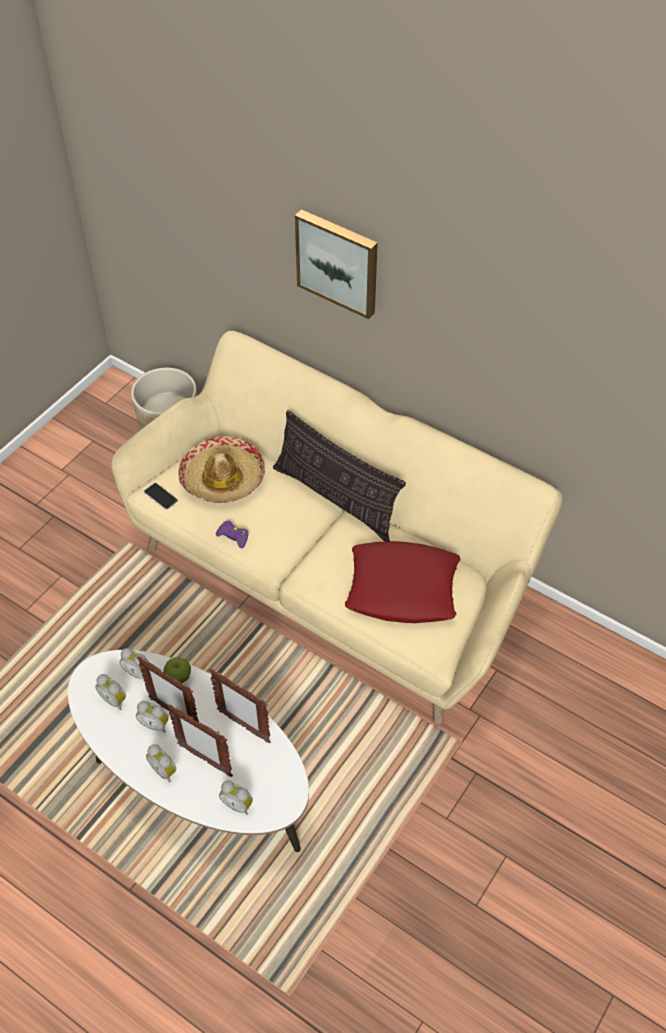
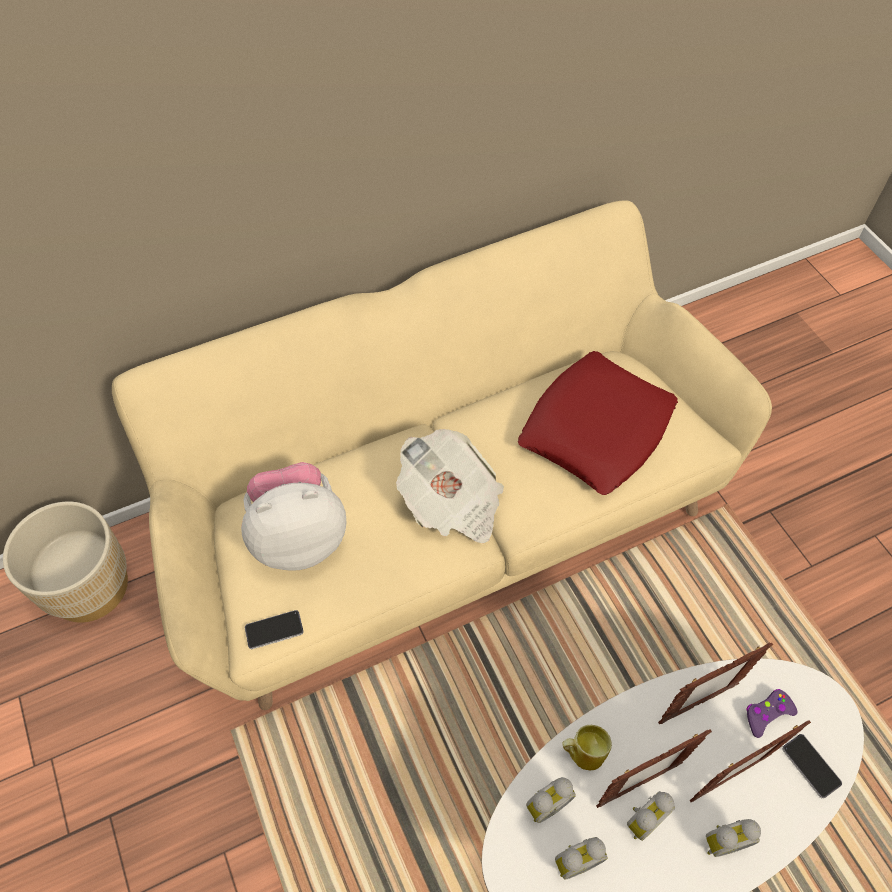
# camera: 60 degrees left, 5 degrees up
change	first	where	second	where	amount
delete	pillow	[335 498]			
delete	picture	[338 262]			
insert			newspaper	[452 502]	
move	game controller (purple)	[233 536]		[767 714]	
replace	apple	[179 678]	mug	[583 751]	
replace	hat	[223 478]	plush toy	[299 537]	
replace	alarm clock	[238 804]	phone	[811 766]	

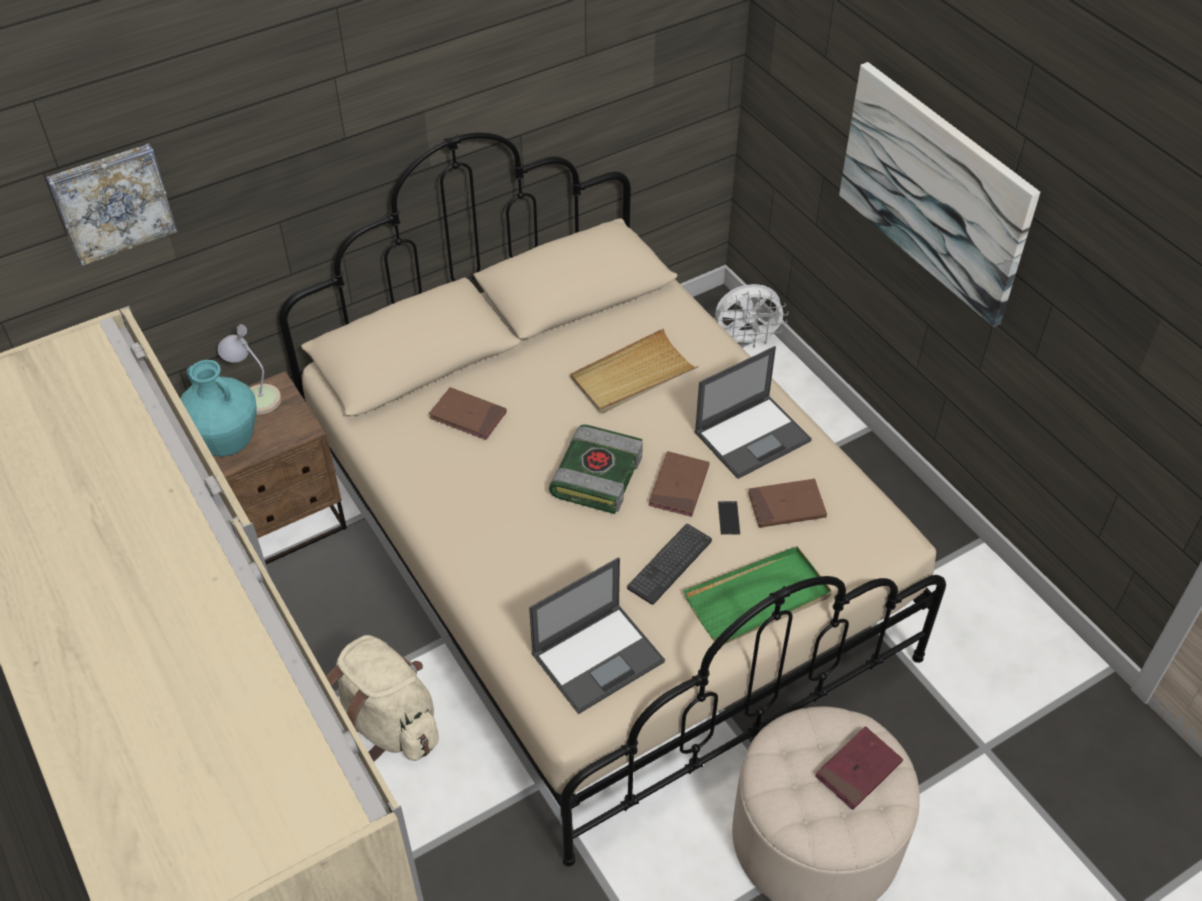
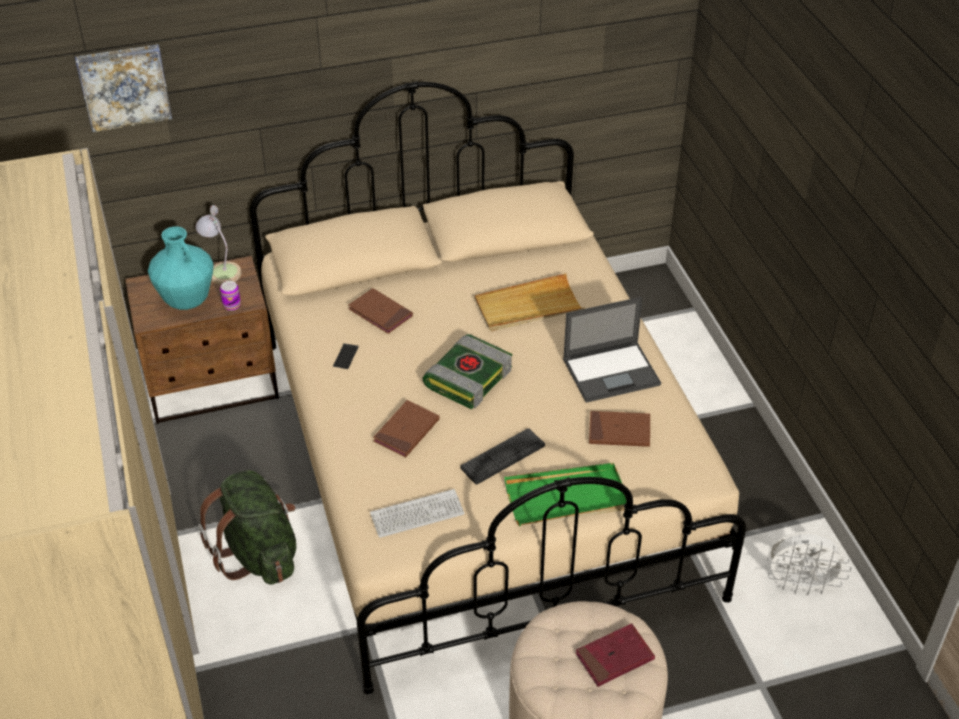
# camera: 15 degrees right, 5 degrees down
change	first	where	second	where	amount
delete	picture	[934 191]			
insert			can	[232 305]	
move	book (brown)	[679 486]		[406 431]	
move	fan (white)	[746 340]		[801 585]	
move	phone	[728 518]		[345 356]	
replace	laptop	[599 657]	keyboard	[417 514]	
recolor	backpack (beige)	[387 725]	backpack (green)	[259 555]	

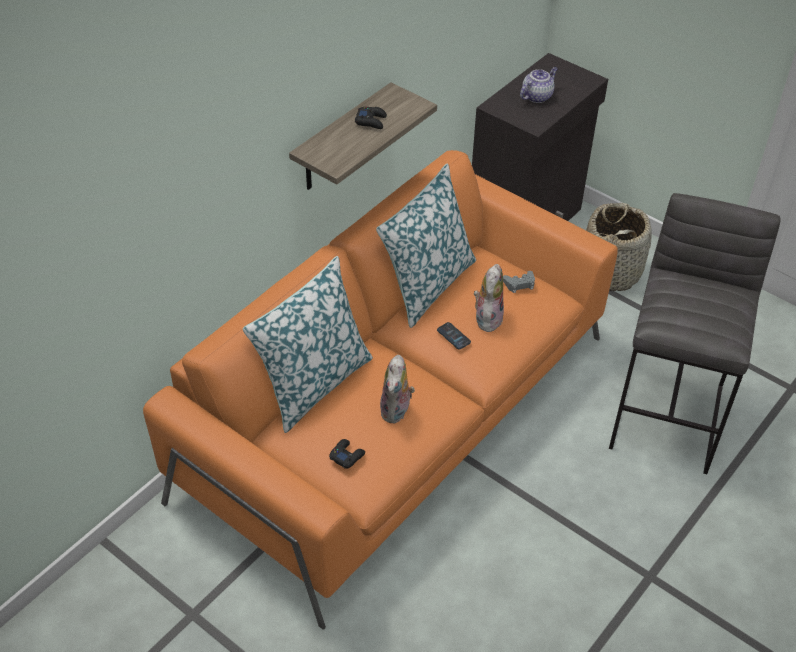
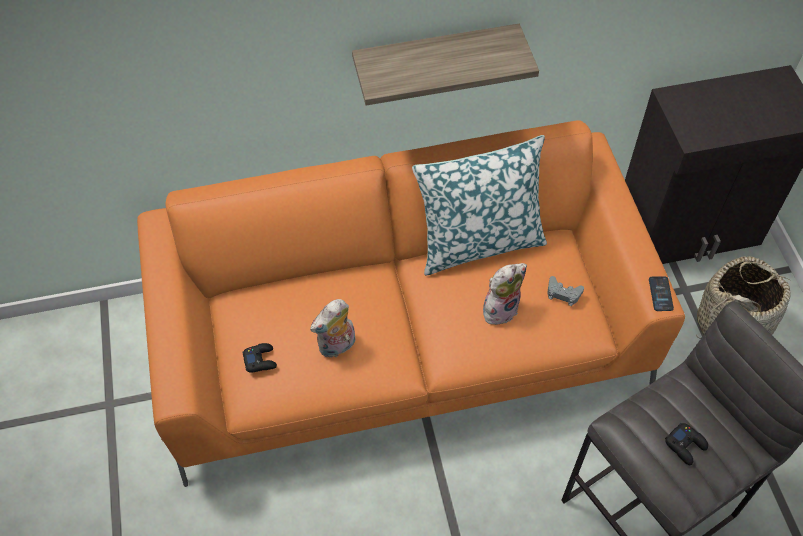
# camera: 40 degrees right, 10 degrees up
change	first	where	second	where	amount
delete	pillow	[313 383]			
delete	teapot	[537 96]			
move	game controller (black)	[371 121]		[685 445]	
move	phone	[453 336]		[660 294]	

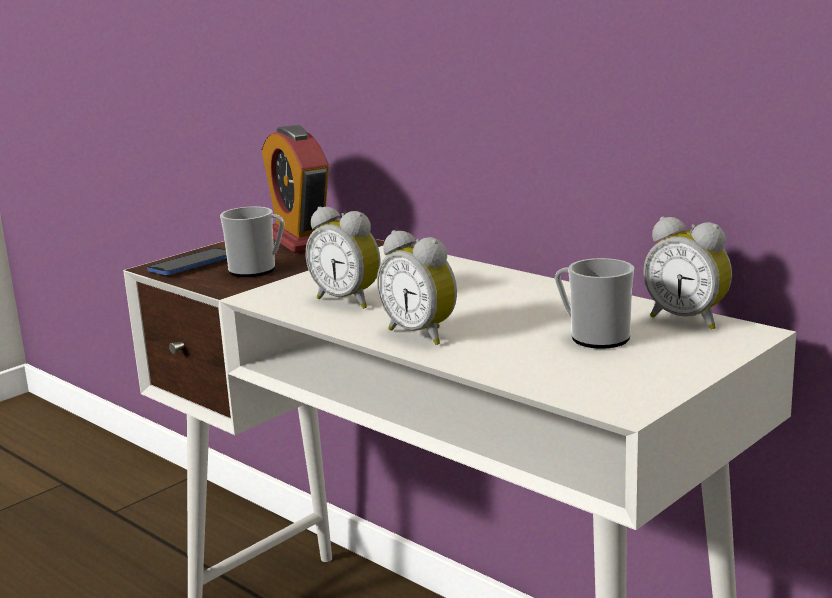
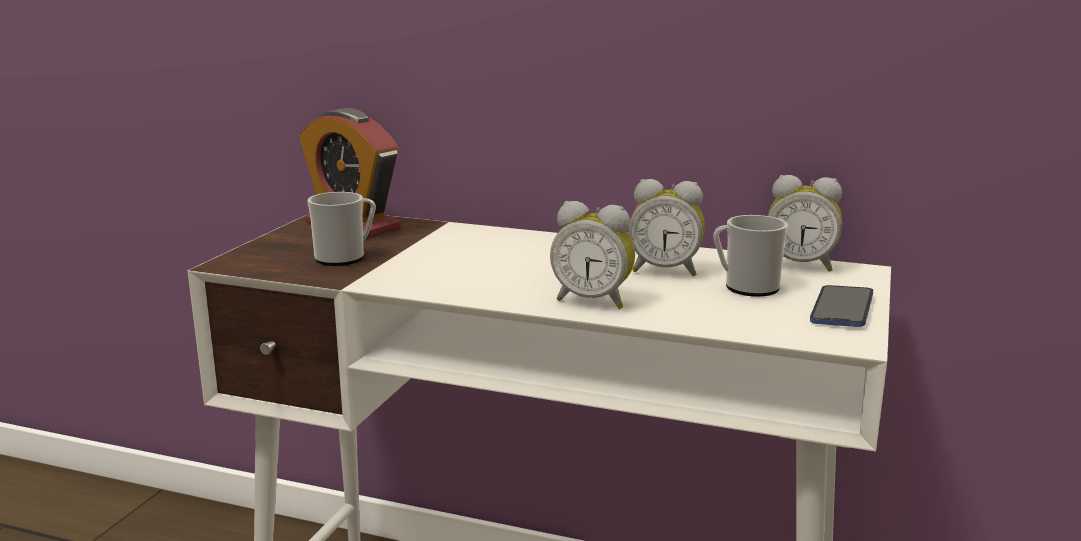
# camera: 25 degrees left, 0 degrees up
change	first	where	second	where	amount
move	phone	[192 264]		[842 309]	
move	alarm clock	[349 300]		[665 270]	

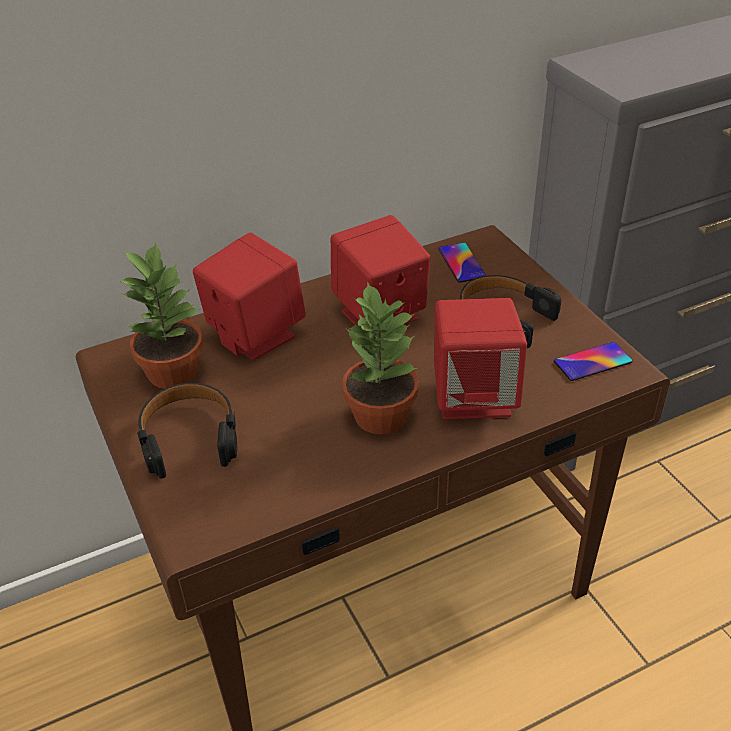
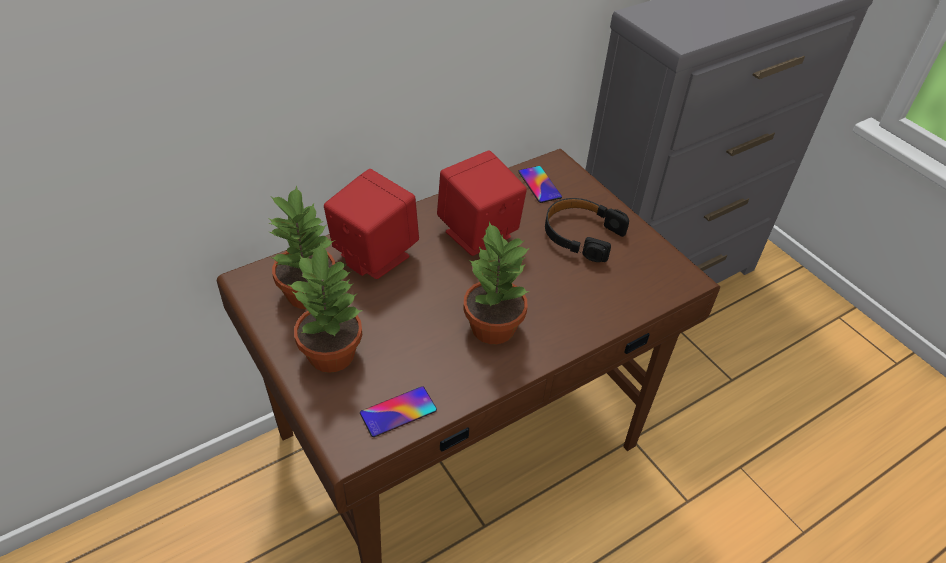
# camera: 10 degrees left, 5 degrees up
change	first	where	second	where	amount
delete	speaker (red)	[474 397]			
move	phone	[592 362]		[398 412]	
replace	headphones (black)	[189 437]	potted plant	[333 353]	

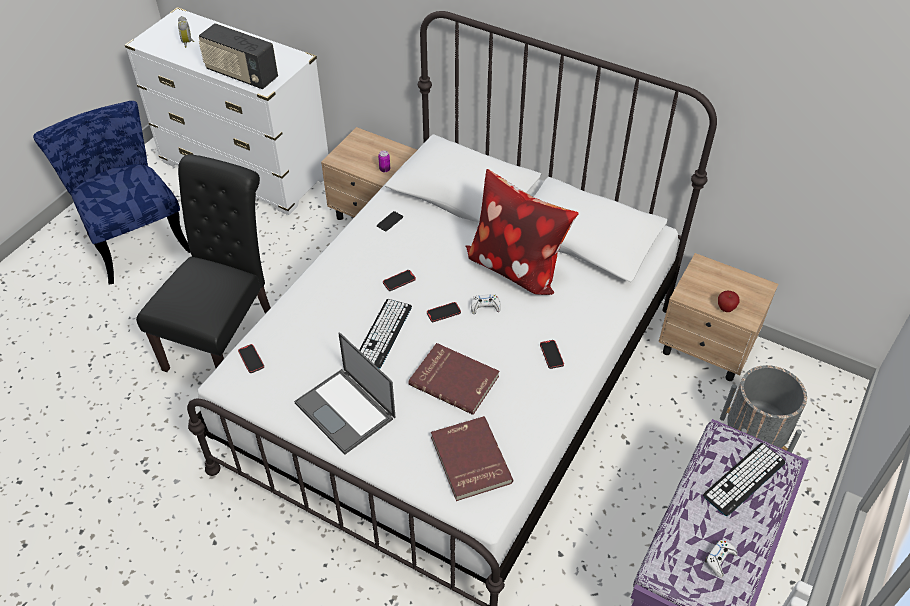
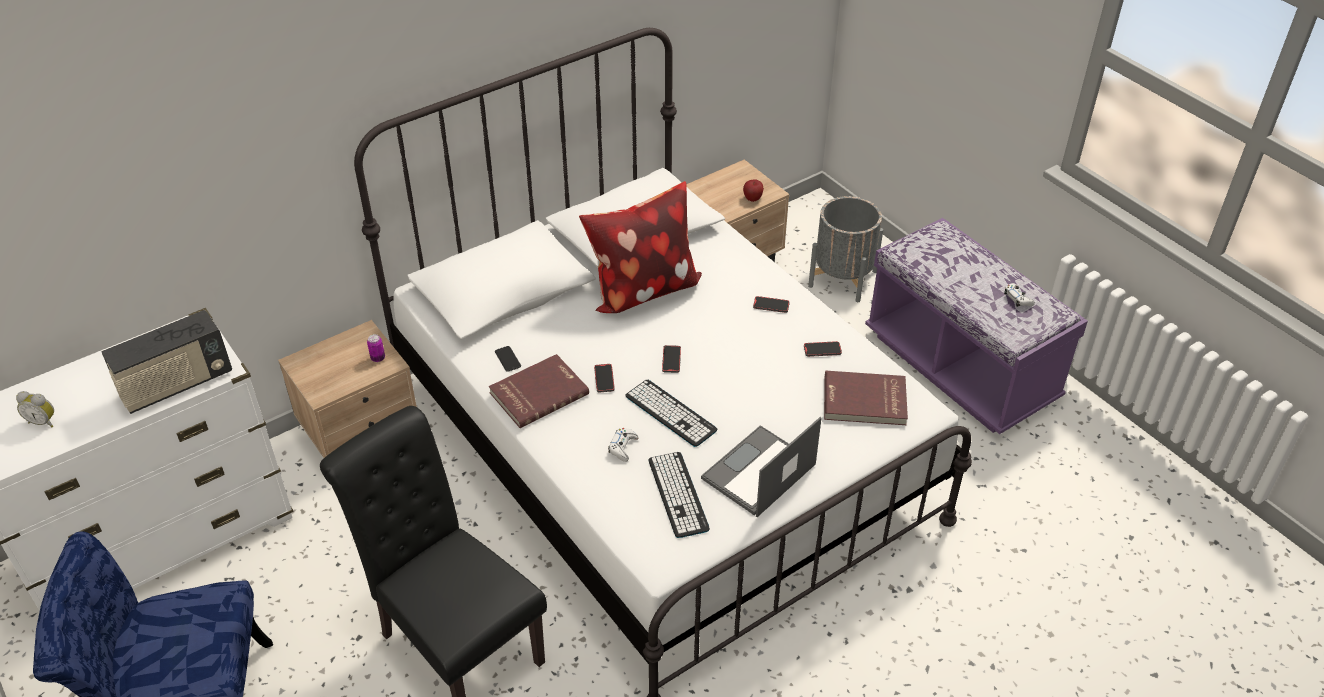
# camera: 65 degrees left, 5 degrees down
change	first	where	second	where	amount
move	phone	[251 359]		[822 350]	
move	book (red)	[455 379]		[538 393]	
move	game controller (white)	[485 307]		[623 447]	
move	keyboard	[744 479]		[678 494]	
rotate	laptop	[346 411]		[758 472]	150 degrees clockwise

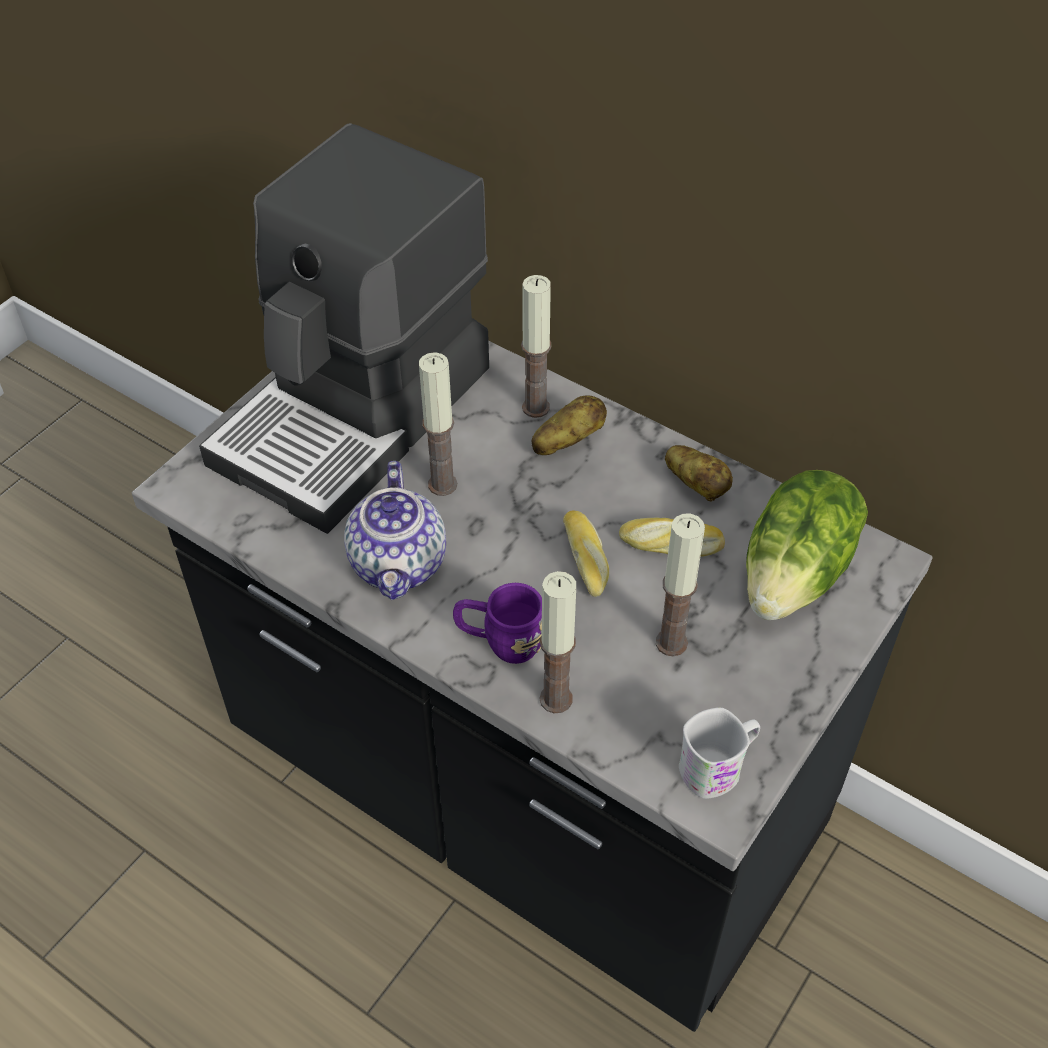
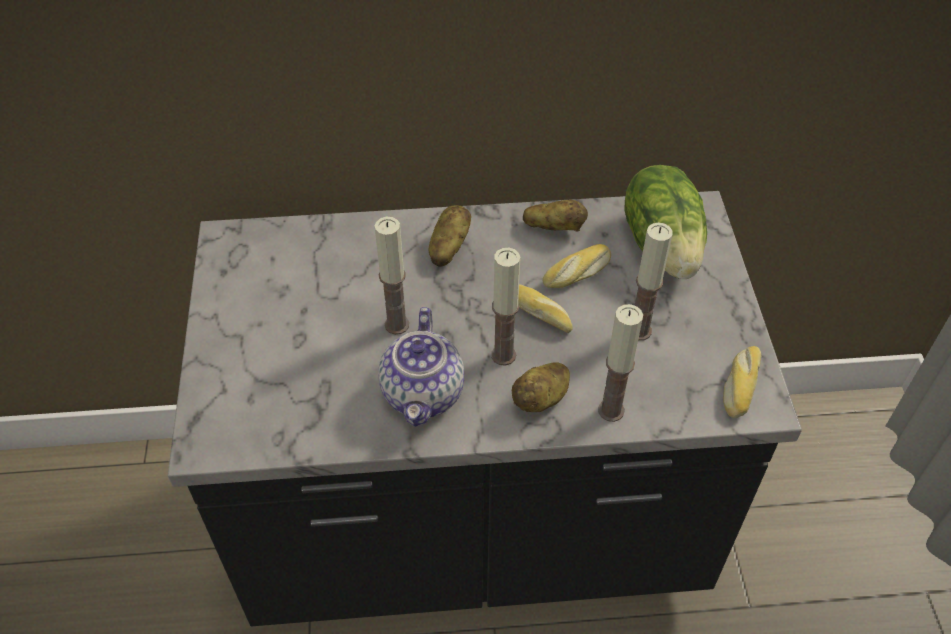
# camera: 40 degrees left, 0 degrees up
change	first	where	second	where	amount
delete	coffee machine	[357 415]			
move	candle	[535 407]		[503 355]	
replace	mug (purple)	[501 642]	potato	[541 399]	
replace	mug (white)	[718 768]	bread	[739 385]	
rotate	teapot	[400 564]		[424 394]	45 degrees clockwise

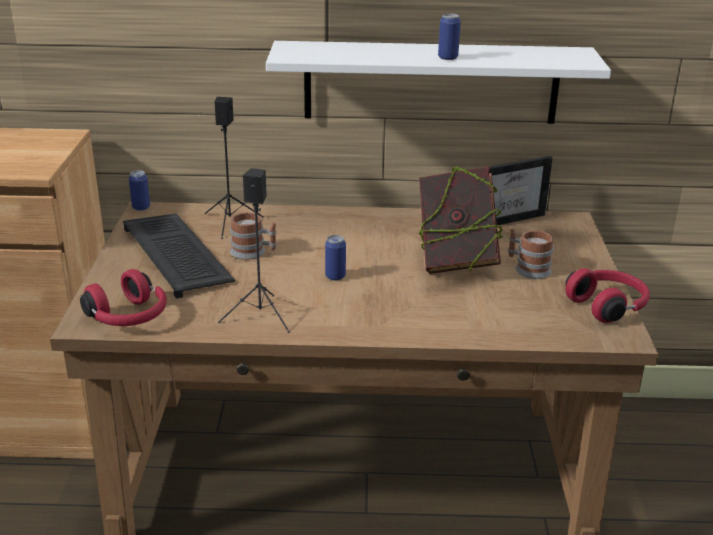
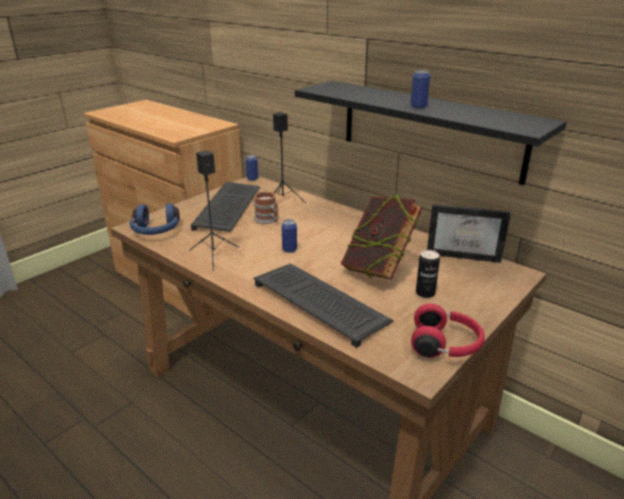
# camera: 40 degrees right, 0 degrees up
change	first	where	second	where	amount
insert			keyboard	[322 303]	
replace	mug	[527 268]	can	[425 293]	
recolor	headphones (red)	[129 317]	headphones (blue)	[156 231]	
recolor	shelf (white)	[431 82]	shelf (black)	[430 130]	

